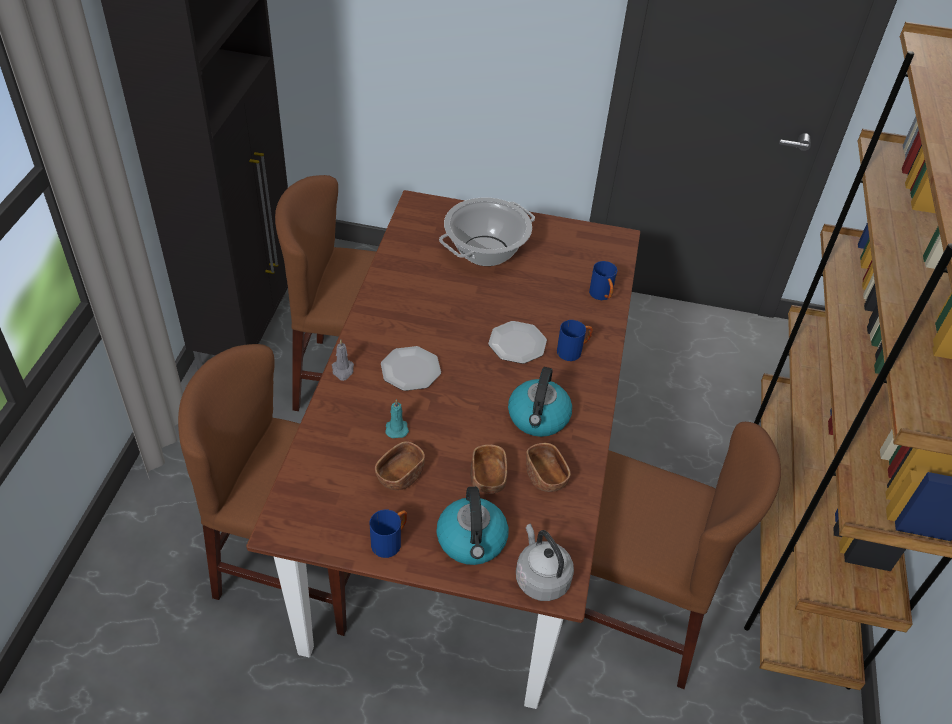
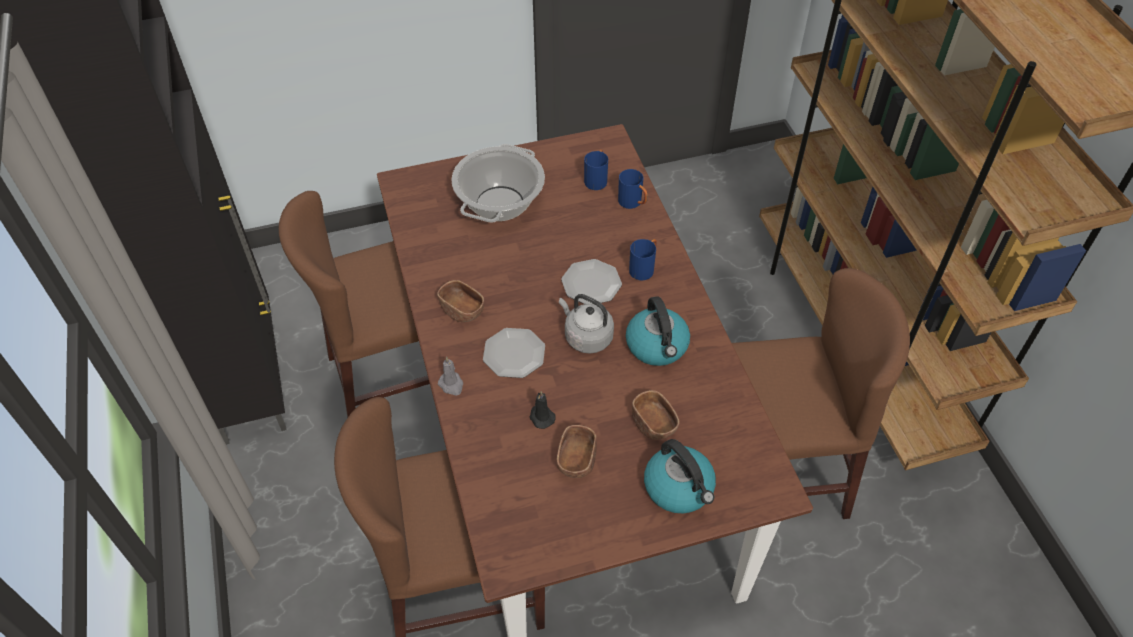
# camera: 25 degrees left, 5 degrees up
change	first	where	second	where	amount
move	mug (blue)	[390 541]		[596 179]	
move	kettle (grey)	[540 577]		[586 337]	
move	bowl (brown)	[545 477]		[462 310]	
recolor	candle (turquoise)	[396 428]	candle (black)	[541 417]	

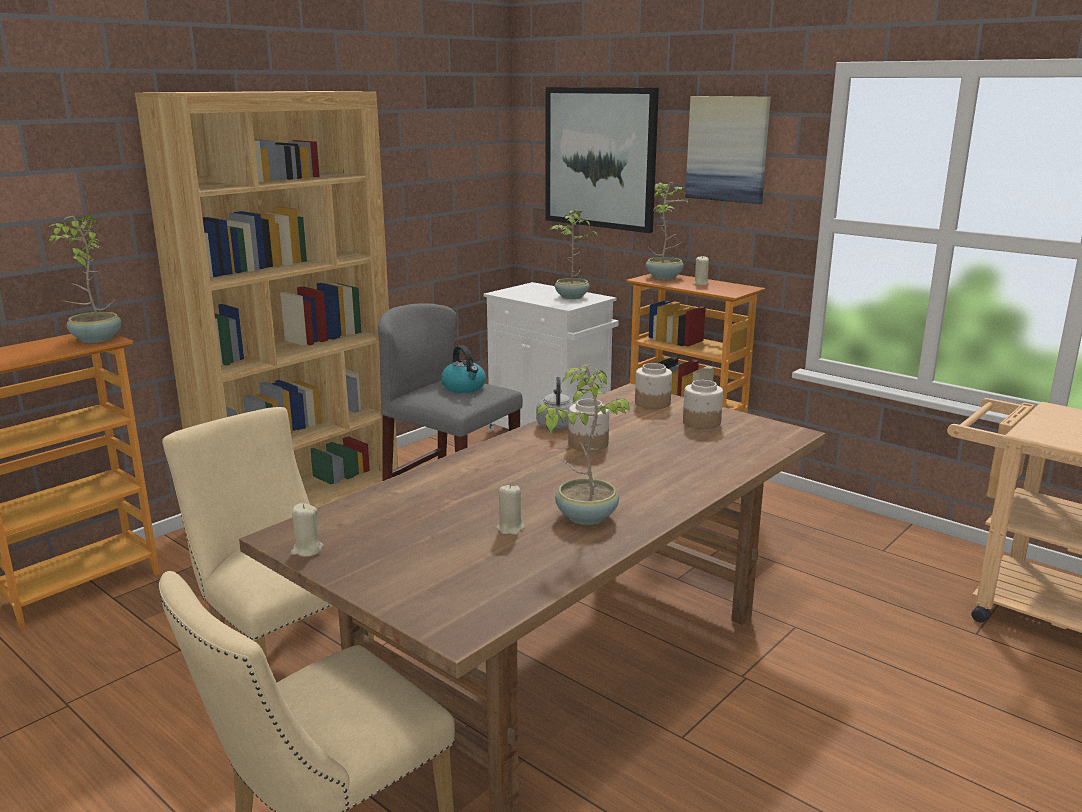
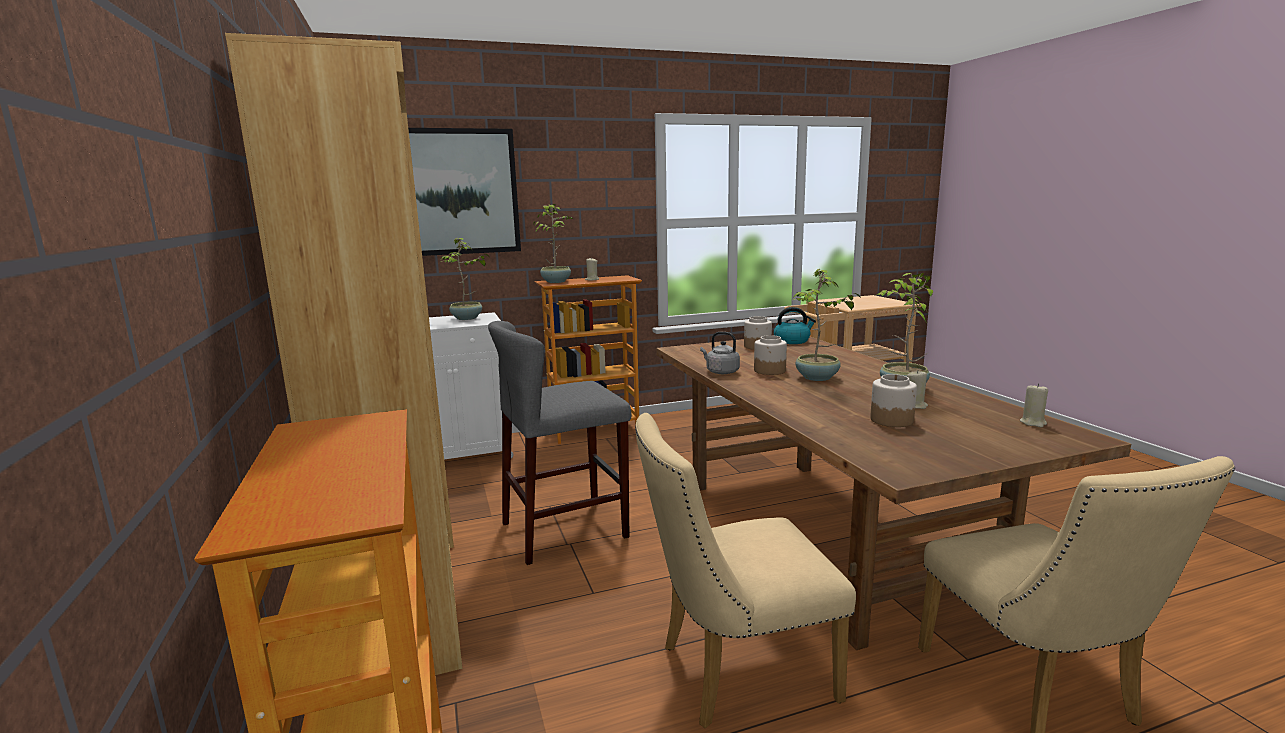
# camera: 60 degrees left, 5 degrees down
change	first	where	second	where	amount
delete	picture	[727 149]			
move	potted plant	[95 339]		[817 378]	
move	candle (beige)	[307 550]		[1033 423]	
move	kettle	[464 387]		[792 341]	
move	jar	[653 403]		[891 420]	

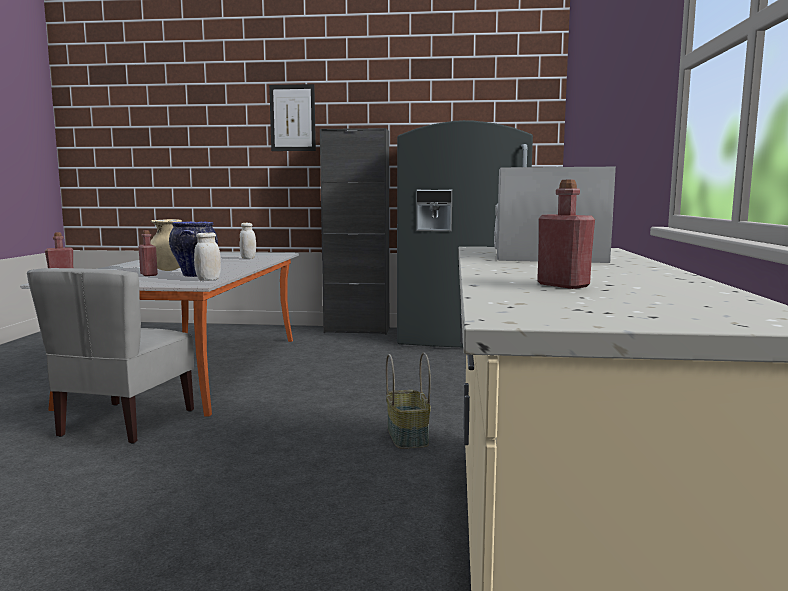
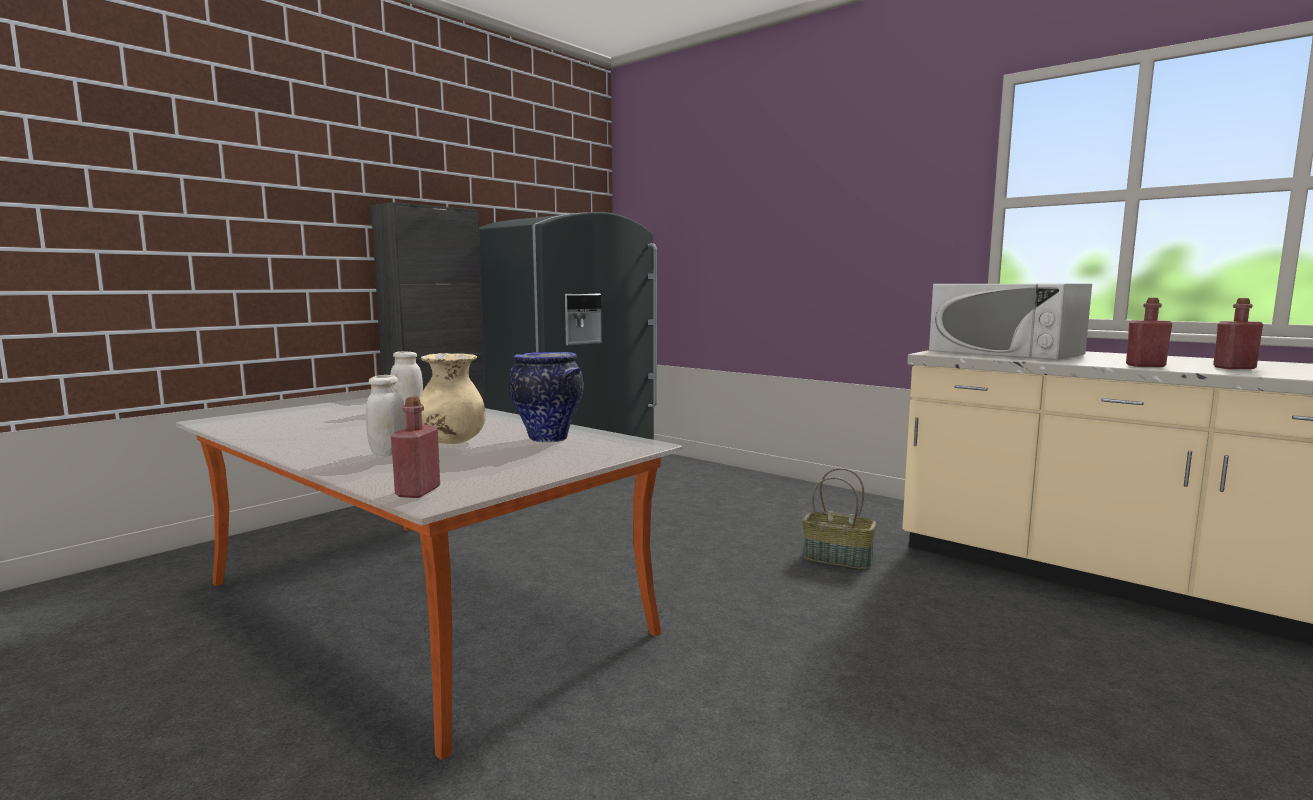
# camera: 55 degrees left, 0 degrees up
change	first	where	second	where	amount
delete	chair (grey)	[126 423]			
delete	picture	[292 118]			
move	bottle (red)	[149 275]		[1145 365]	
move	jar (white)	[208 279]		[388 453]	

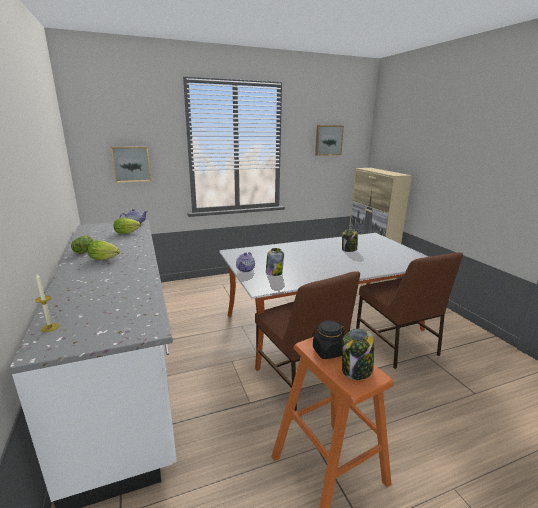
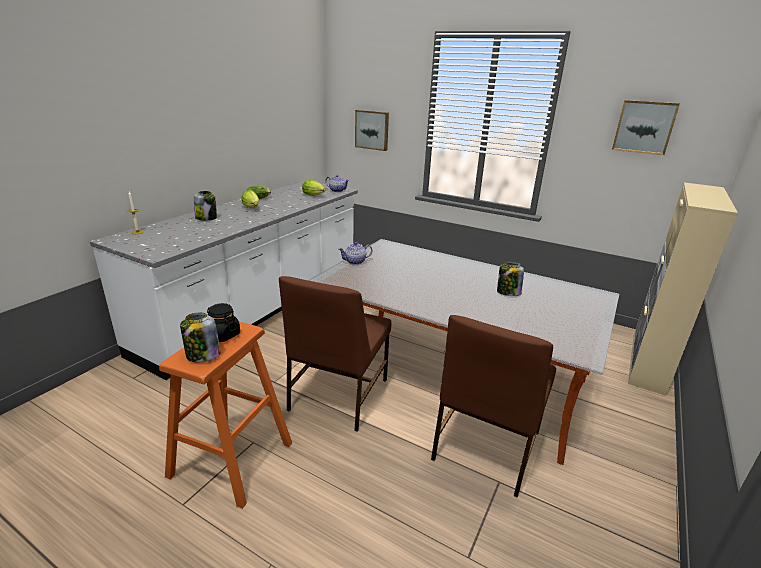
# camera: 50 degrees right, 5 degrees up
change	first	where	second	where	amount
move	jar	[274 273]		[206 218]	

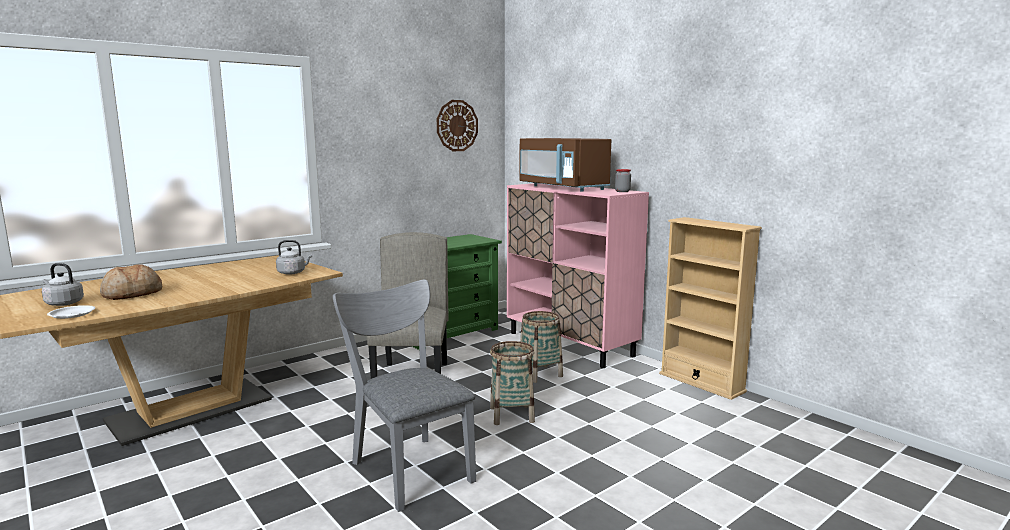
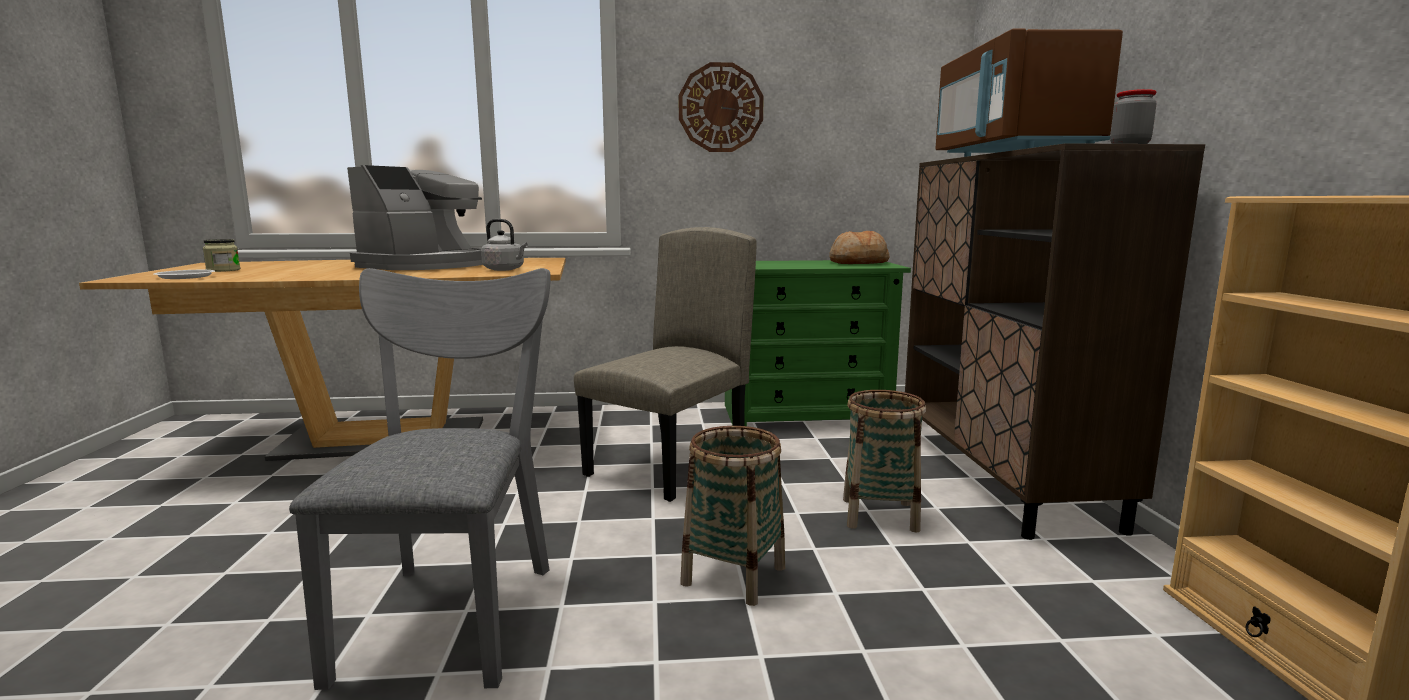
# camera: 35 degrees right, 0 degrees up
change	first	where	second	where	amount
insert			coffee machine	[426 265]	
move	bread	[132 294]		[858 263]	
move	wall clock	[457 125]		[720 108]	
replace	kettle (grey)	[63 303]	jar	[223 270]	
recolor	cabinet (pink)	[570 344]	cabinet (brown)	[1002 476]	

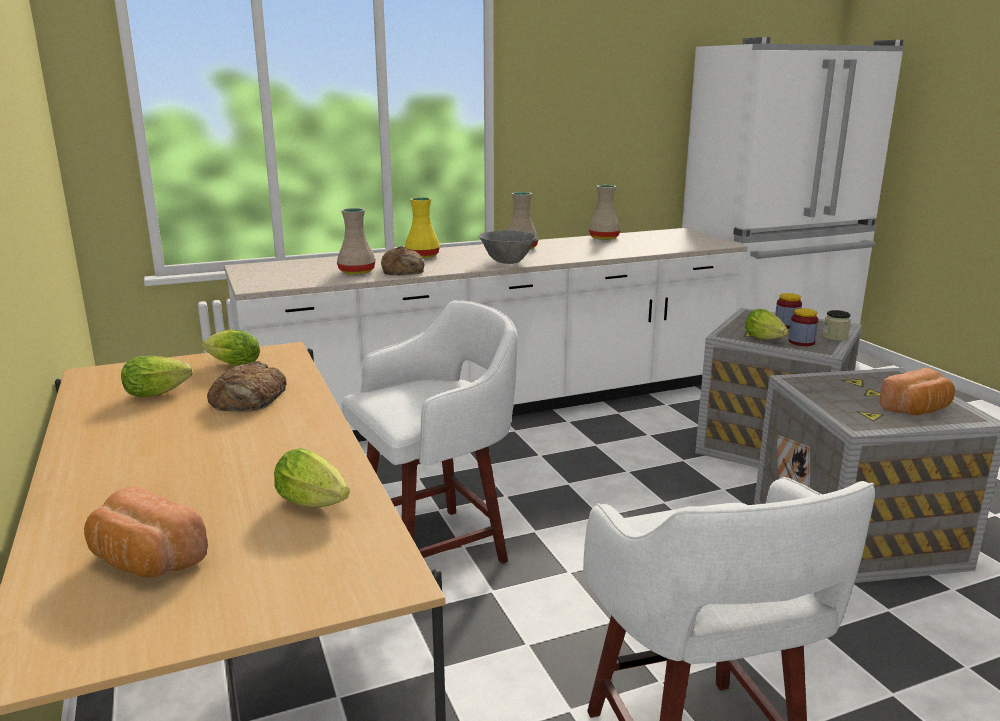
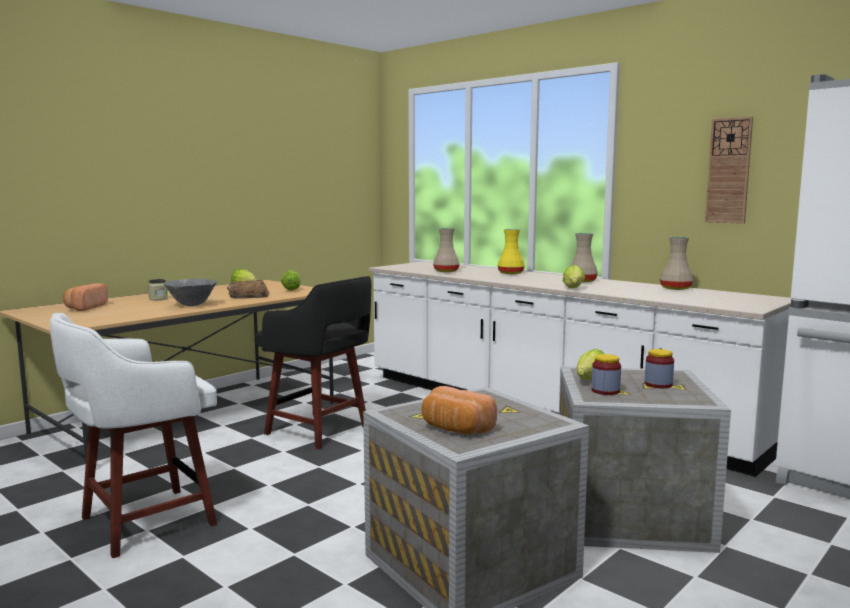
# camera: 65 degrees right, 10 degrees down
change	first	where	second	where	amount
delete	bread	[404 269]			
insert			wall clock	[728 171]	
move	lettuce	[316 505]		[573 289]	
move	bowl (grey)	[507 263]		[192 305]	
move	jar	[835 337]		[158 299]	
recolor	stool (white)	[436 548]	stool (black)	[320 431]	

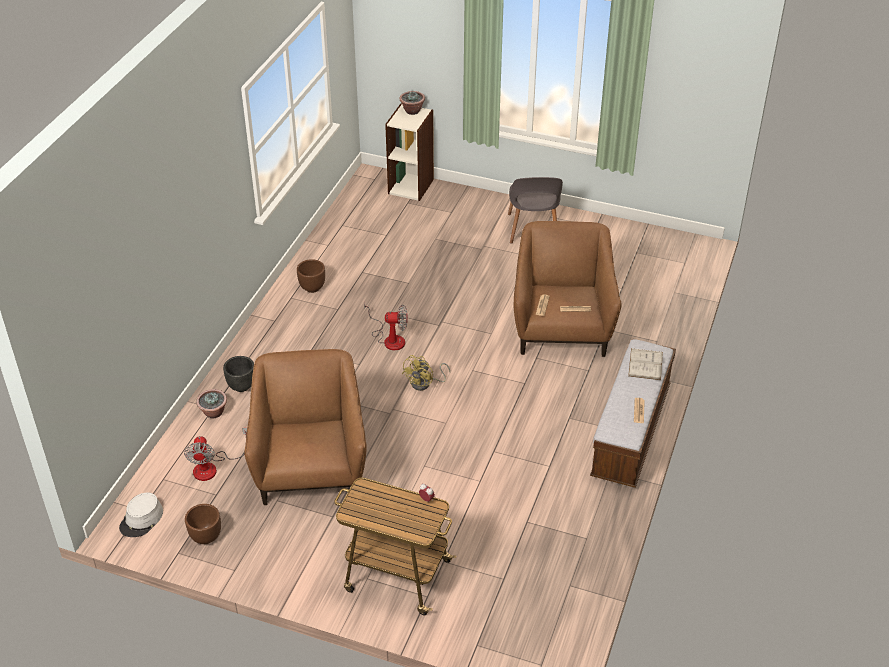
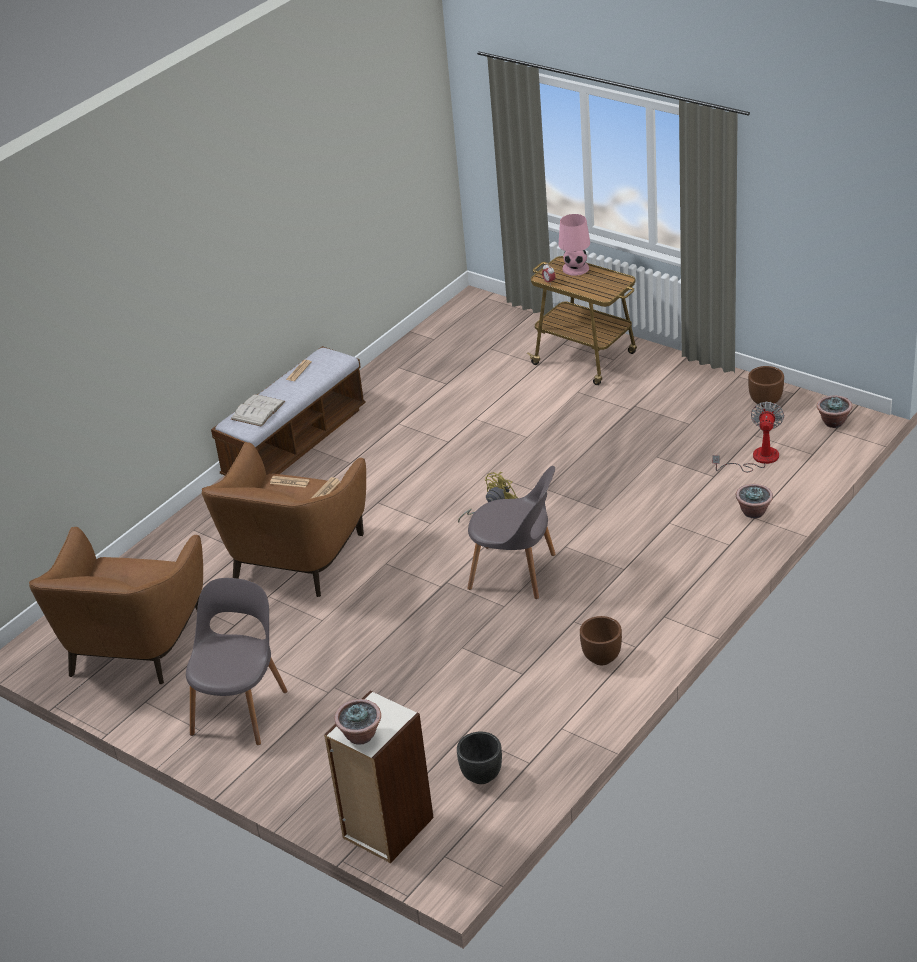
# camera: 160 degrees left, 5 degrees down
change	first	where	second	where	amount
insert			table lamp (pink)	[575 268]	
move	planter (black)	[241 386]		[482 776]	
move	armchair (brown)	[311 467]		[133 645]	
replace	hat (grey)	[141 519]	potted plant	[833 422]	
replace	fan	[390 338]	chair (grey)	[516 572]	

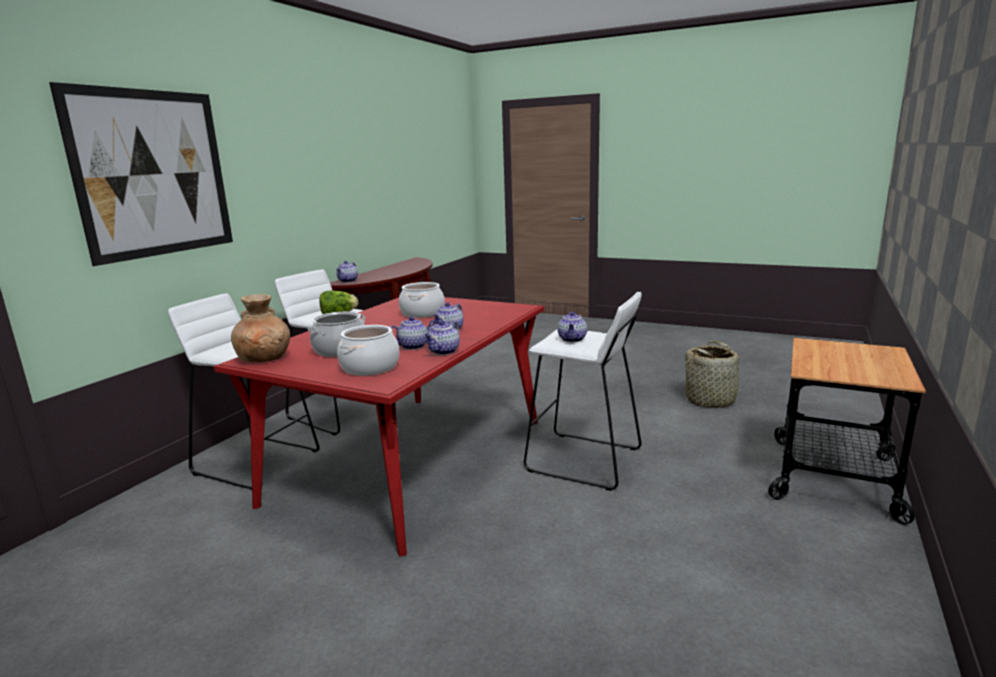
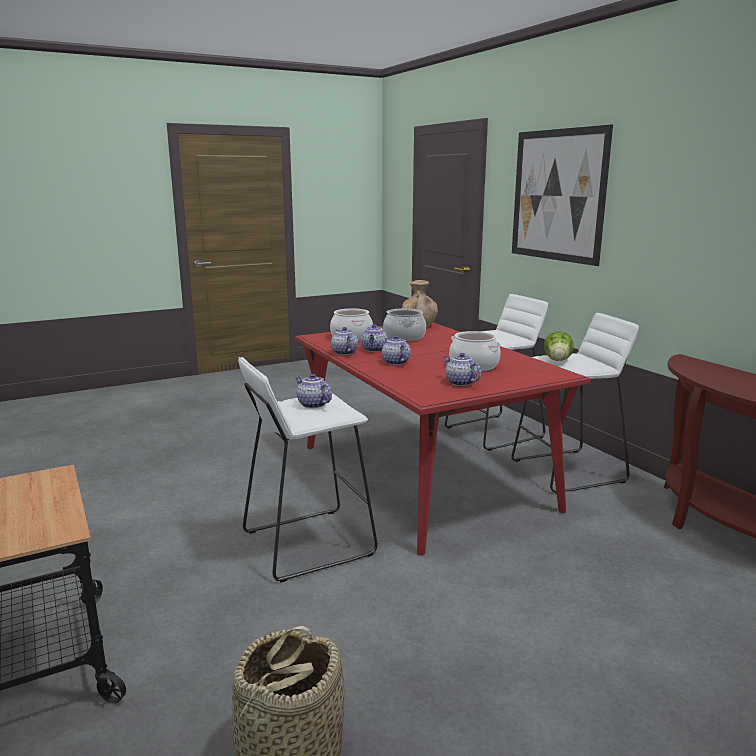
# camera: 125 degrees right, 0 degrees up
change	first	where	second	where	amount
move	teapot	[348 281]		[460 382]	

